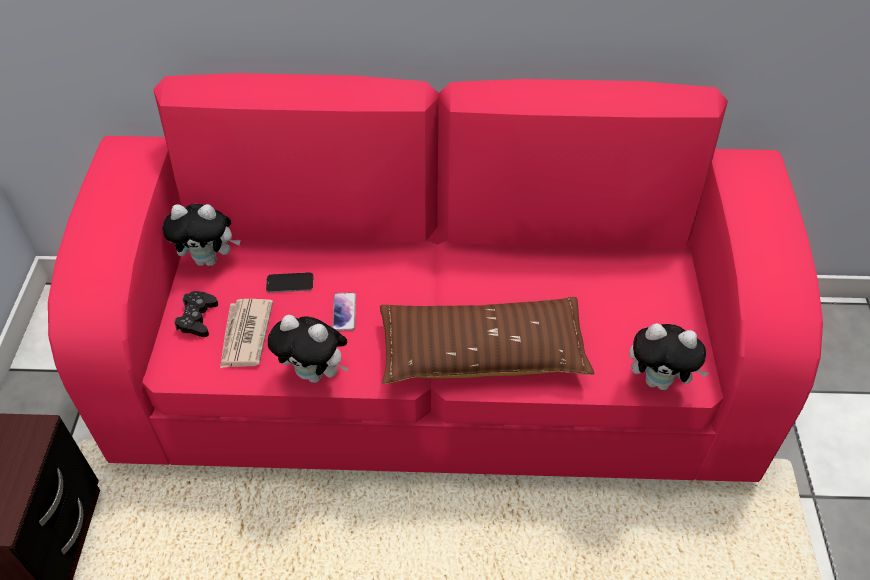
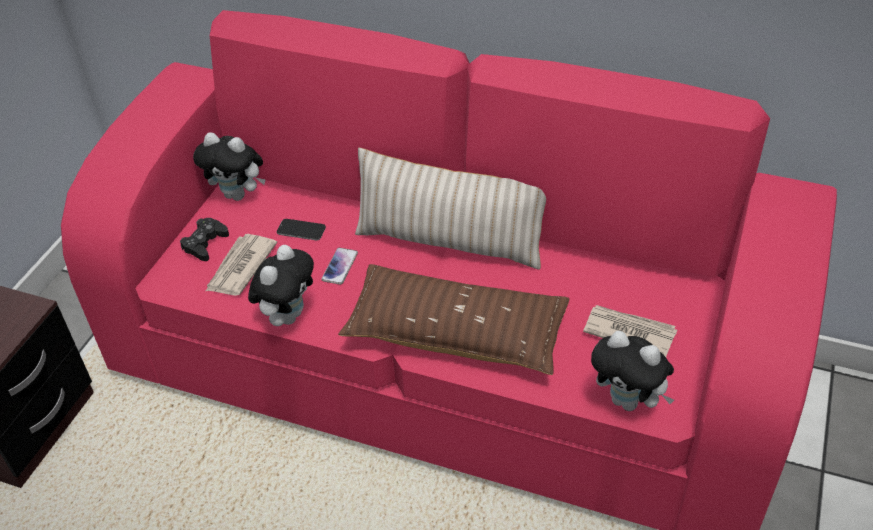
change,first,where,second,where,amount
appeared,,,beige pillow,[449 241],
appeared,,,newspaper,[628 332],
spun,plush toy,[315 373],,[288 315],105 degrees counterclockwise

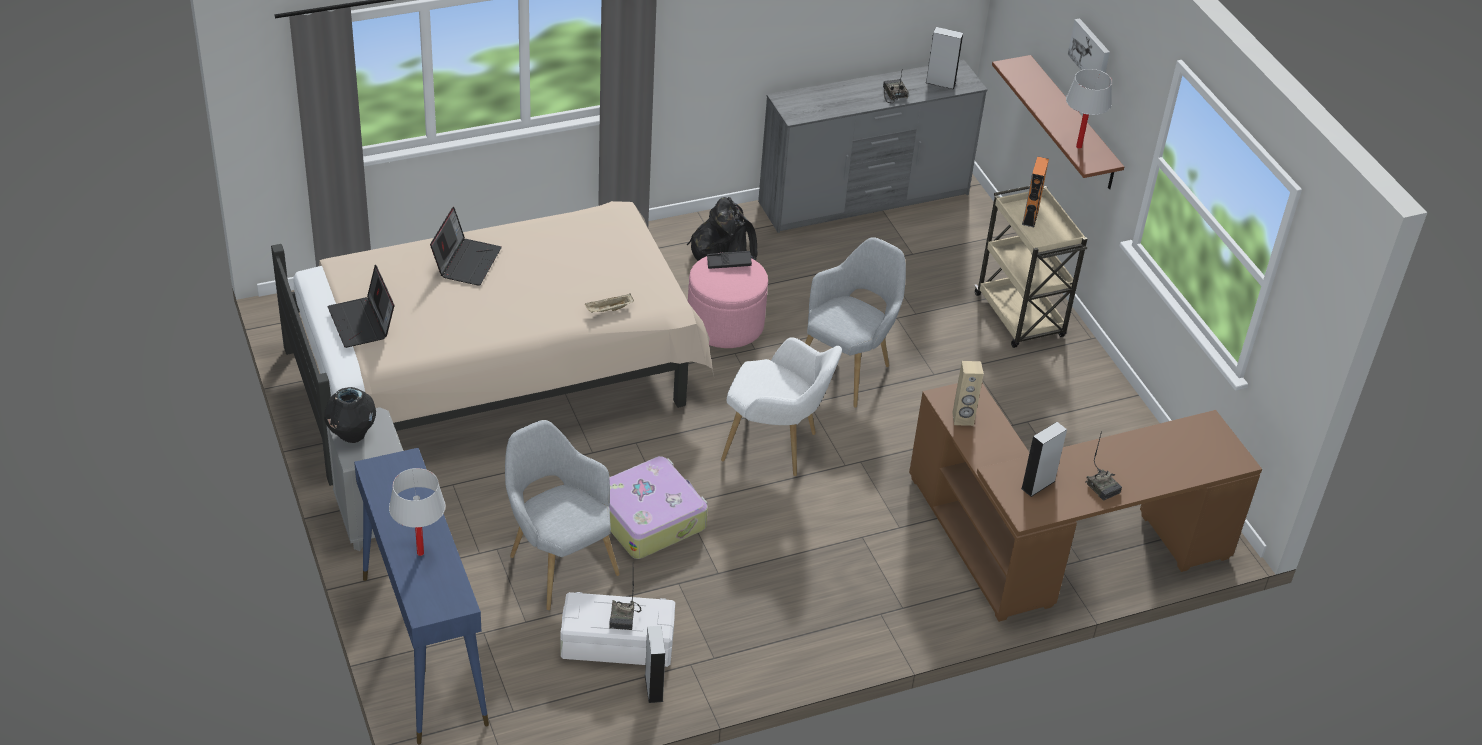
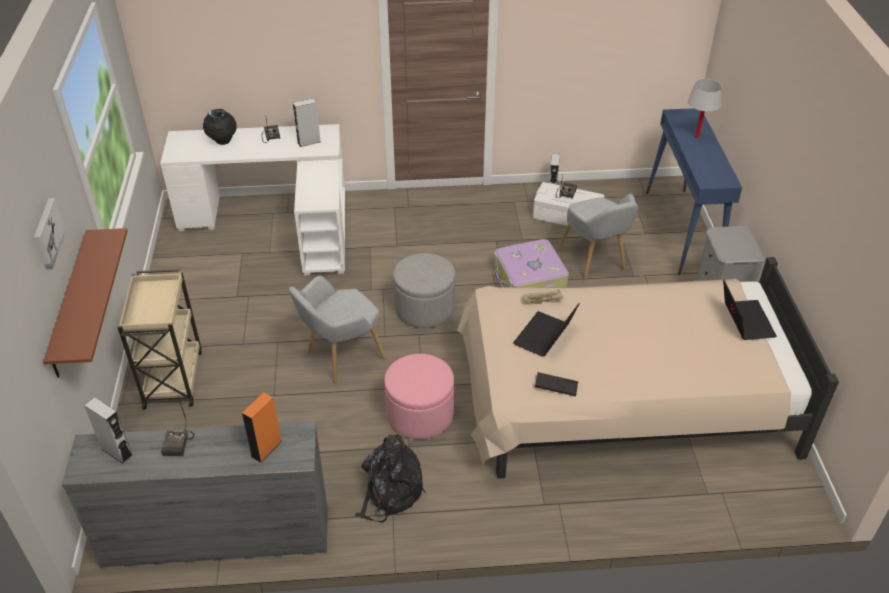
change,first,where,second,where,amount
missing,beige speaker,[963 419],,,
missing,white table lamp,[1078 147],,,
relocated,black vase,[351 434],,[223 141],
relocated,laptop,[466 261],,[545 337],
relocated,black tray,[729 263],,[556 386],
relocated,orange speaker,[1030 217],,[266 449],
exchanged,white armchair,[776 447],grey ottoman,[424 308],
colour,brown desk,[1059 547],white desk,[279 221],

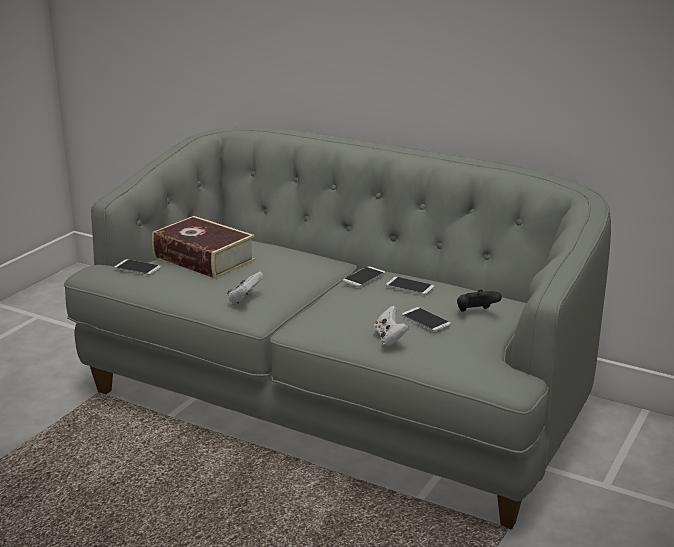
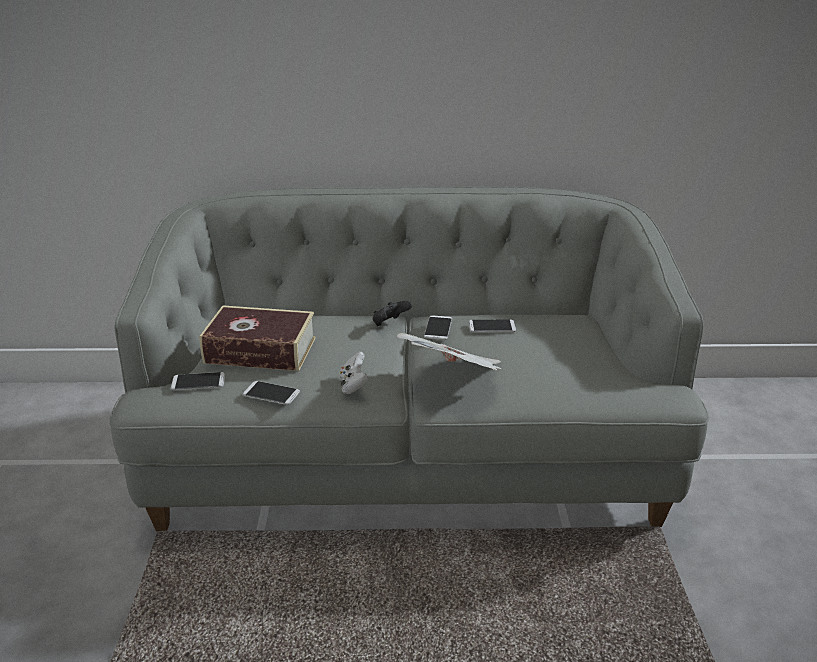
change,first,where,second,where,amount
missing,white game controller,[389 338],,,
appeared,,,newspaper,[453 376],
relocated,phone,[426 320],,[271 393],
relocated,black game controller,[476 313],,[390 324],

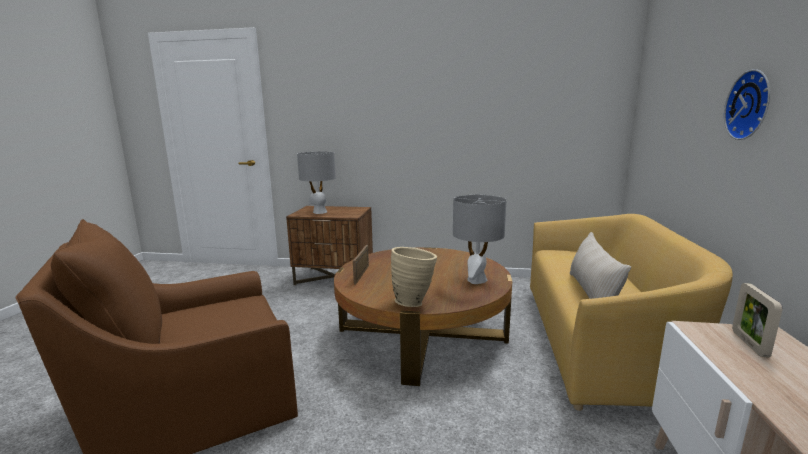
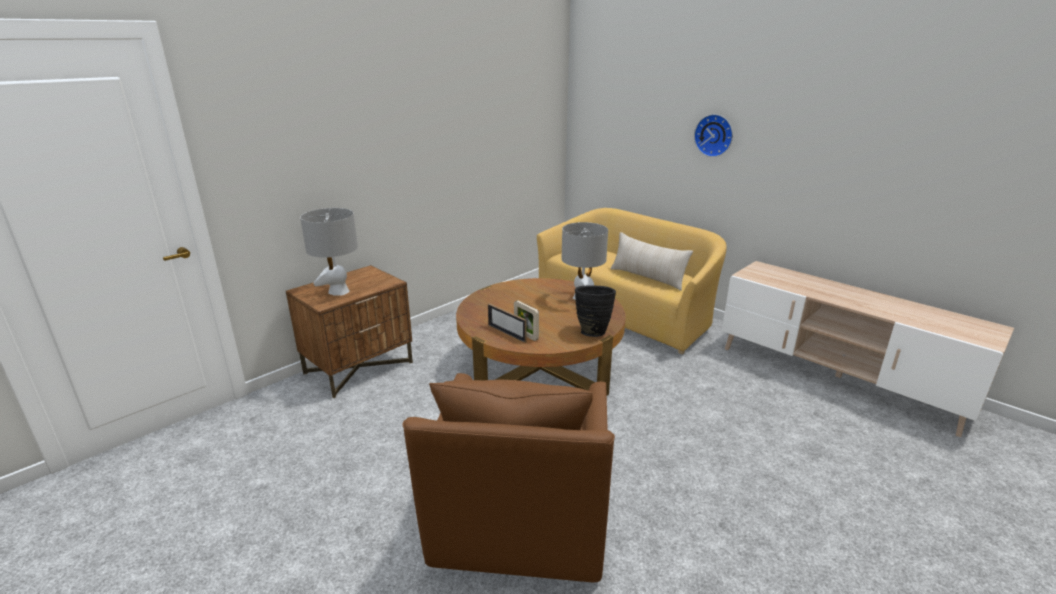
change,first,where,second,where,amount
relocated,picture frame,[749 344],,[526 335],
colour,beige vase,[414 302],black vase,[592 331],

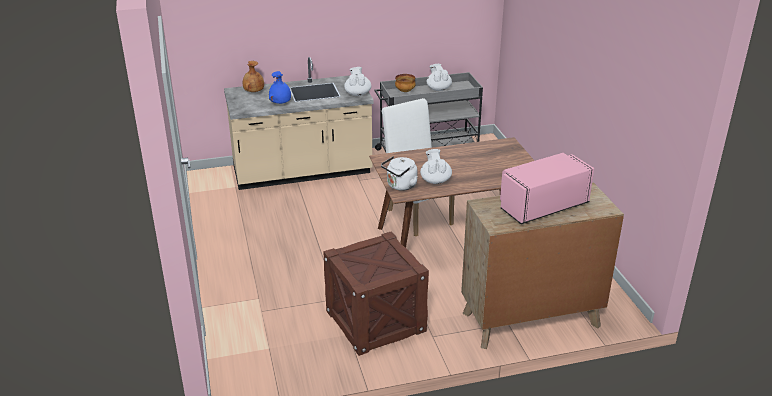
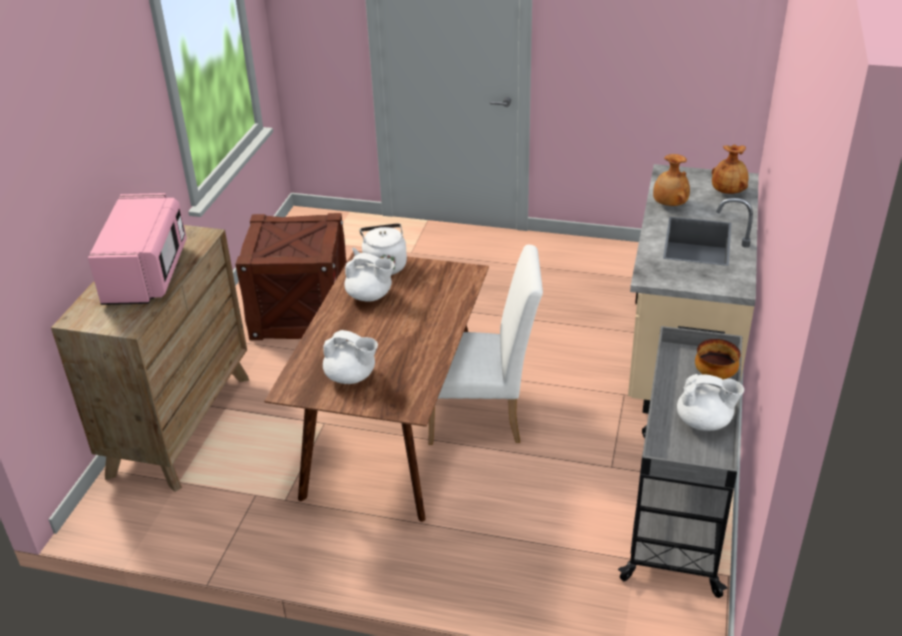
change,first,where,second,where,amount
relocated,white teapot,[357 93],,[351 377],
colour,blue vase,[280 103],brown vase,[669 204],

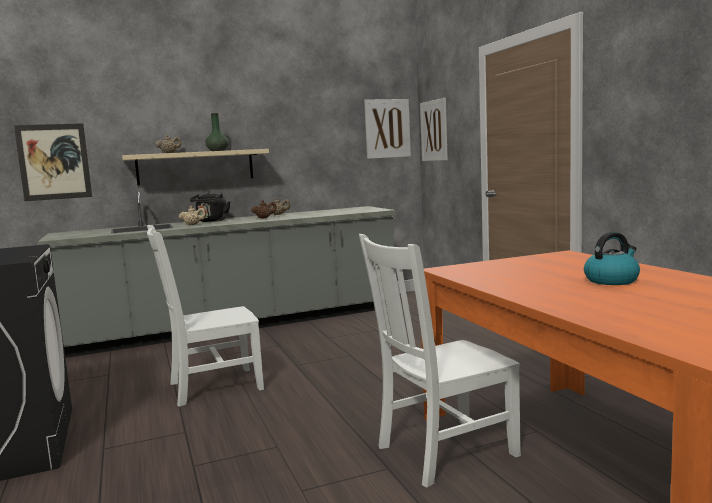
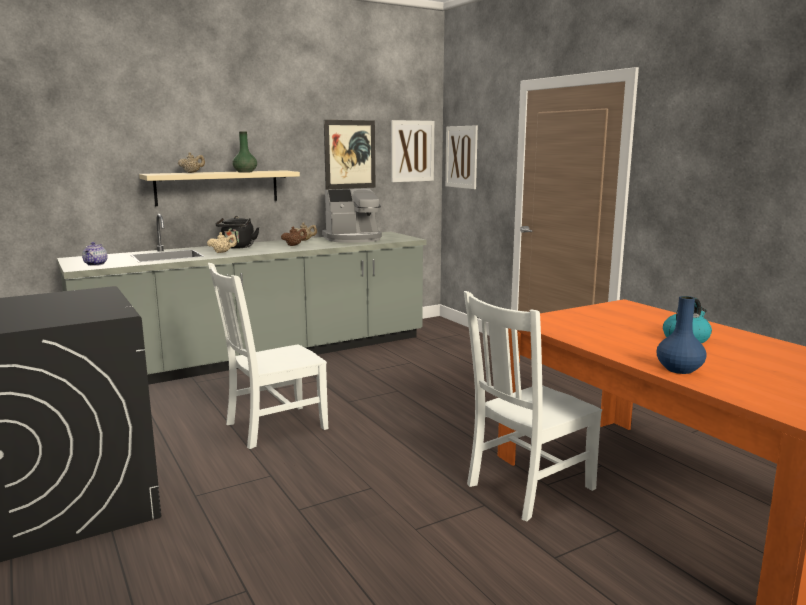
change,first,where,second,where,amount
appeared,,,teapot,[96 264],
appeared,,,coffee machine,[353 239],
appeared,,,blue vase,[678 369],
relocated,picture,[54 162],,[350 154],

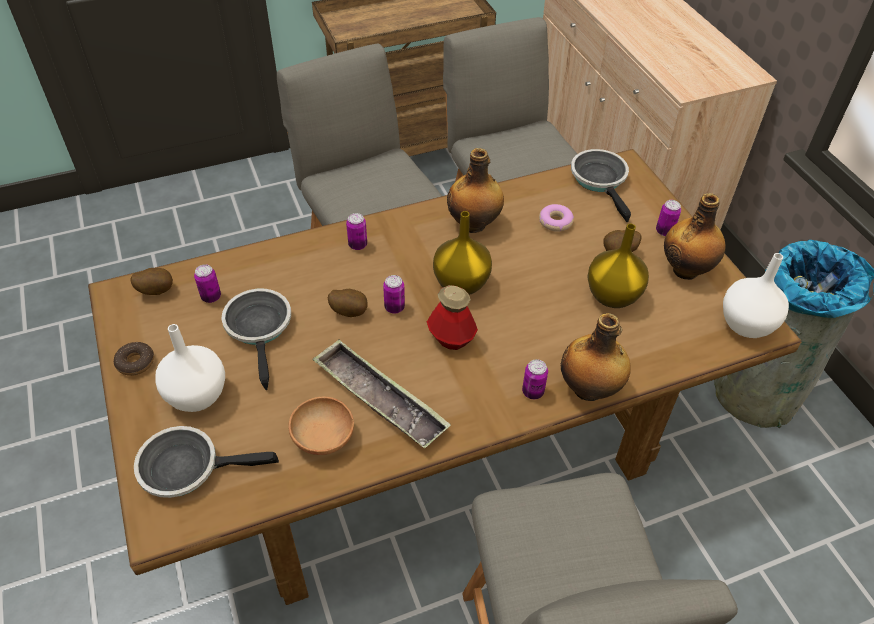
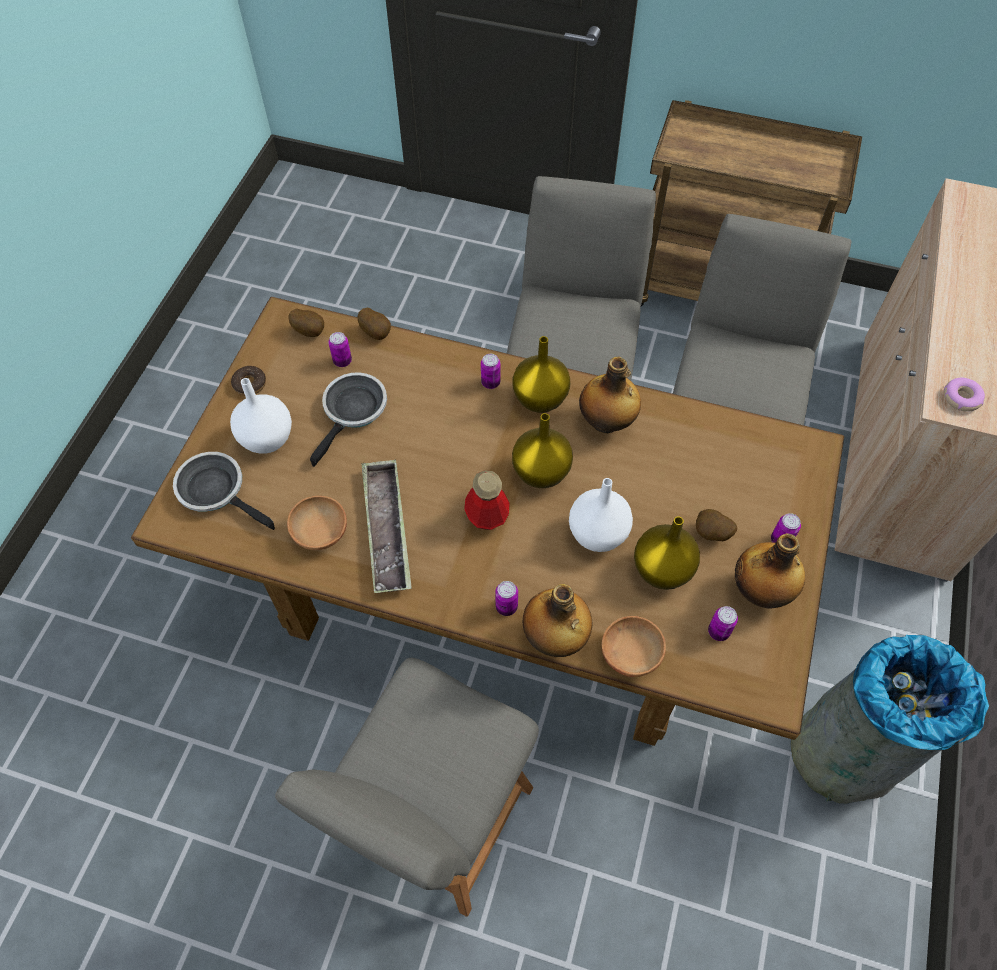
change,first,where,second,where,amount
missing,frying pan,[600 180],,,
appeared,,,yellow vase,[539 400],
appeared,,,brown bowl,[629 653],
relocated,potato,[349 311],,[376 332],
relocated,can,[394 307],,[718 631],
relocated,donut,[555 222],,[961 398],
relocated,white vase,[747 324],,[599 534],

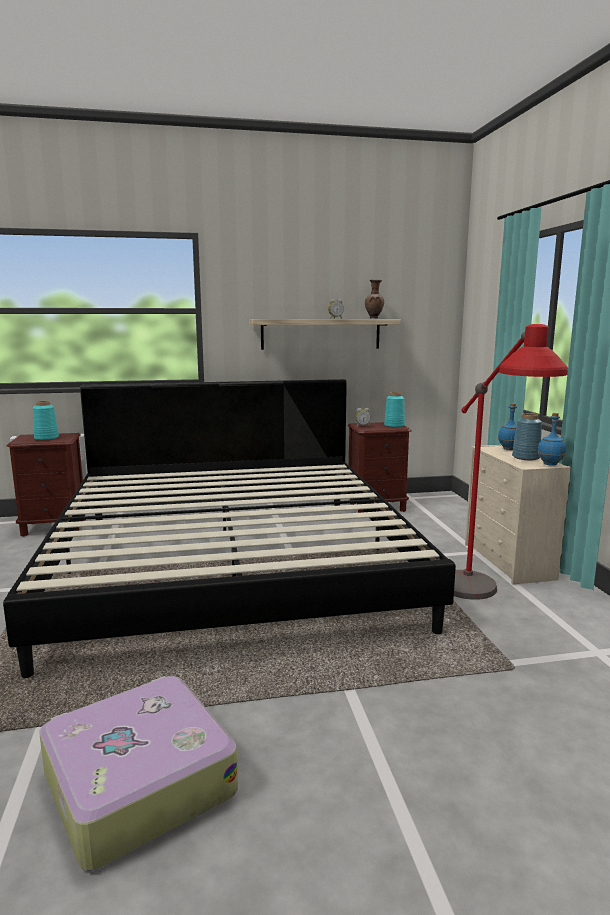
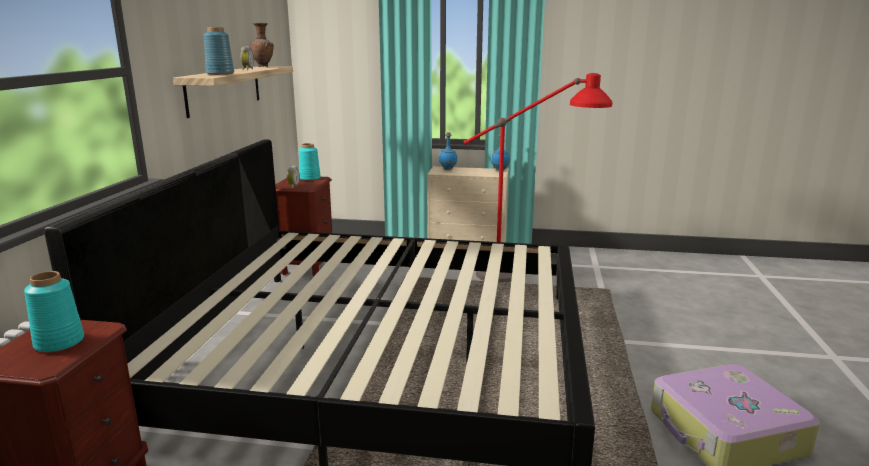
change,first,where,second,where,amount
relocated,blue vase,[525 457],,[220 74],

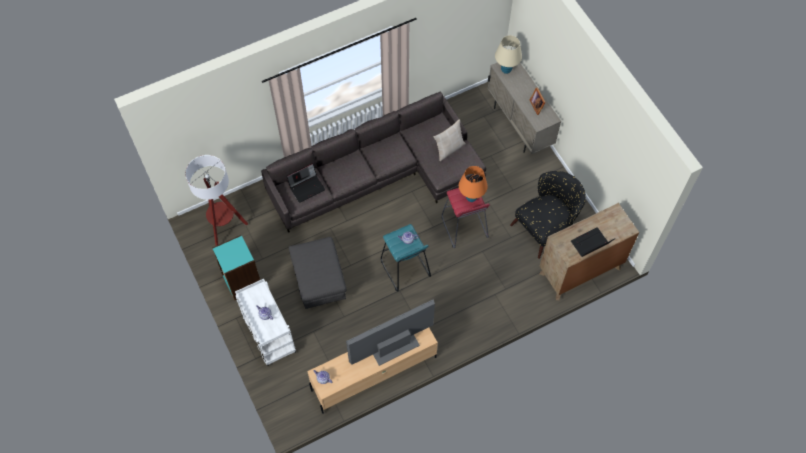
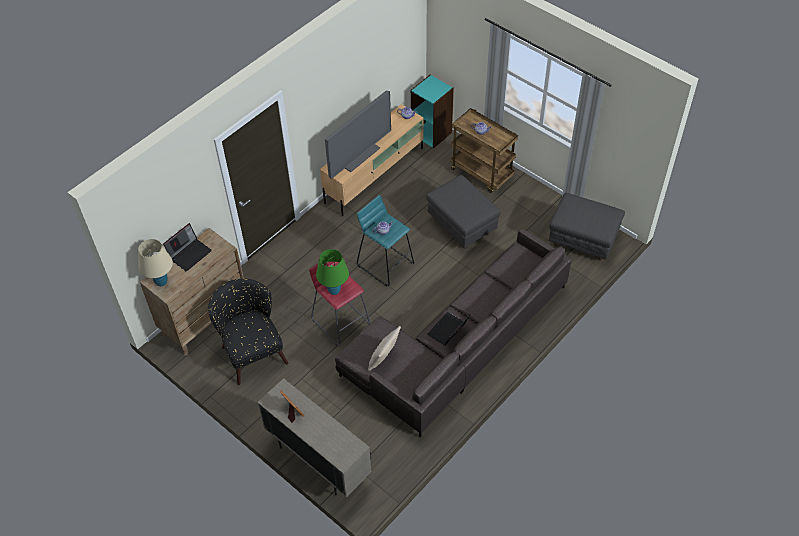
change,first,where,second,where,amount
relocated,turquoise bookcase,[242 281],,[432 133],
relocated,laptop,[307 187],,[448 331],
relocated,beige table lamp,[506 70],,[161 281],
exchanged,floor lamp,[225 229],grey ottoman,[582 241],
colour,white cart,[269 335],brown cart,[482 173],
colour,orange table lamp,[471 197],green table lamp,[334 290],
spun,black armchair,[546 228],,[252 350],120 degrees clockwise

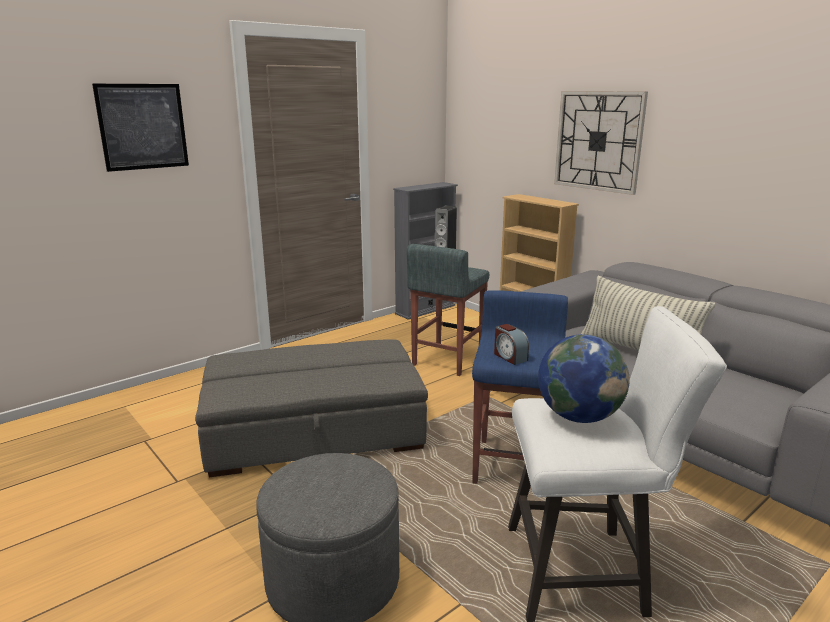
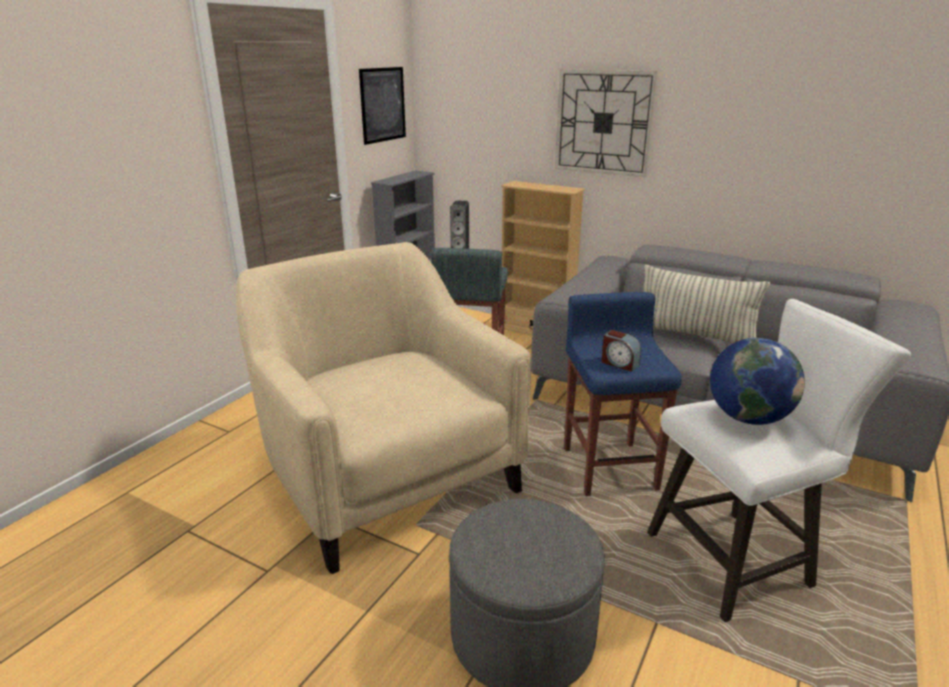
change,first,where,second,where,amount
relocated,picture,[143 127],,[383 105],
exchanged,grey ottoman,[314 430],beige armchair,[385 473],

